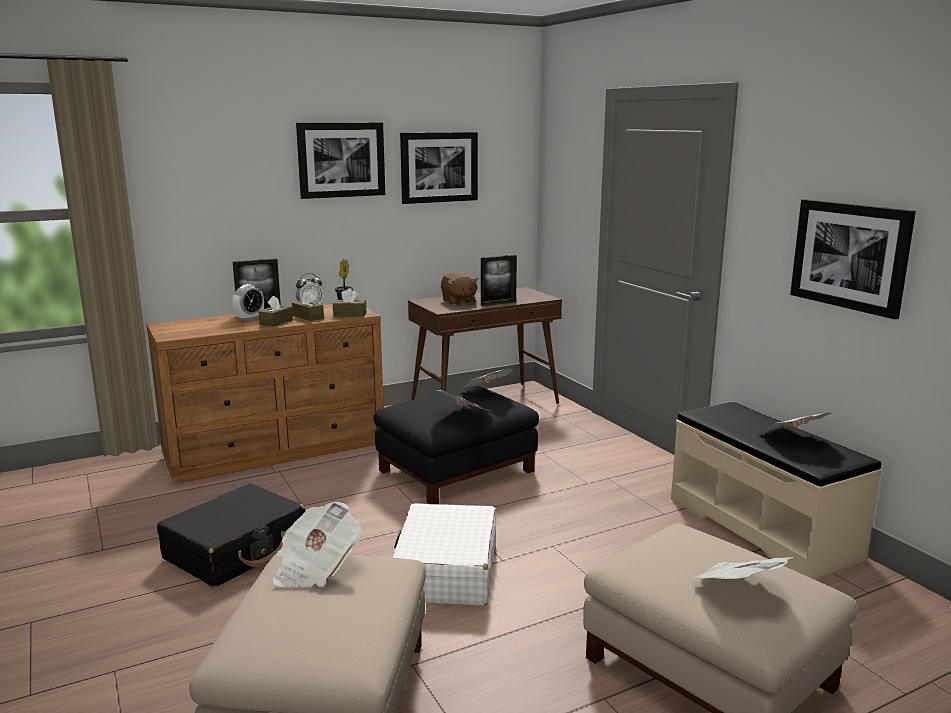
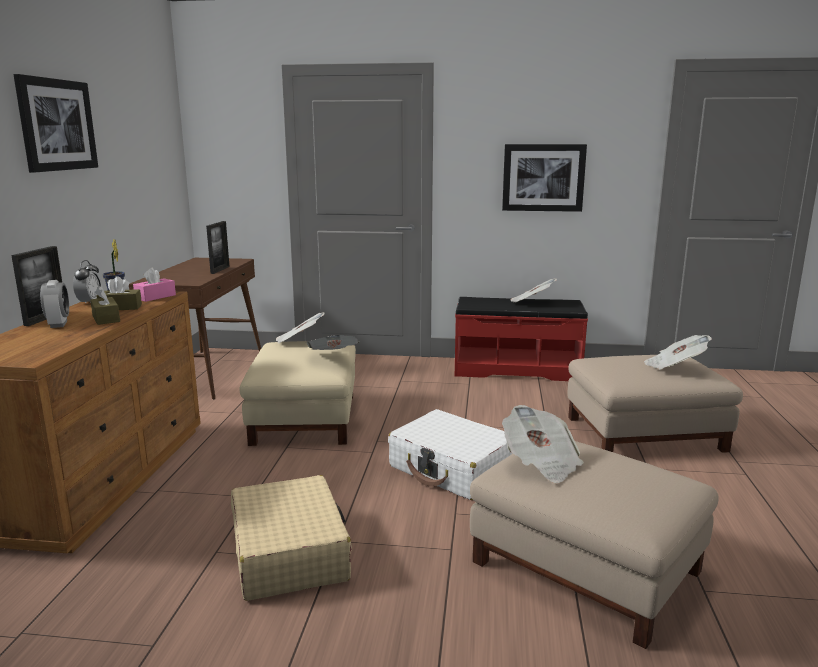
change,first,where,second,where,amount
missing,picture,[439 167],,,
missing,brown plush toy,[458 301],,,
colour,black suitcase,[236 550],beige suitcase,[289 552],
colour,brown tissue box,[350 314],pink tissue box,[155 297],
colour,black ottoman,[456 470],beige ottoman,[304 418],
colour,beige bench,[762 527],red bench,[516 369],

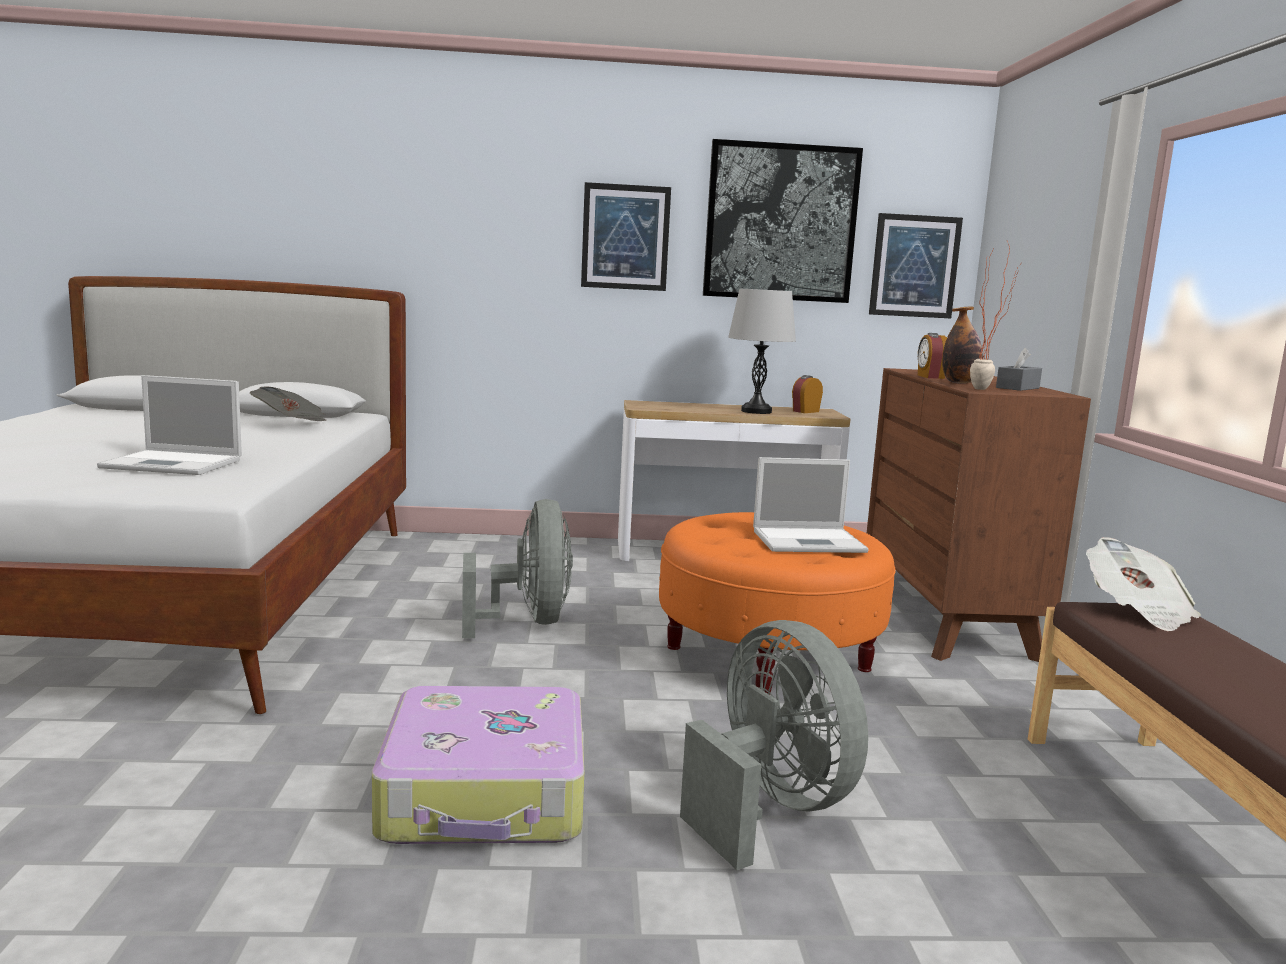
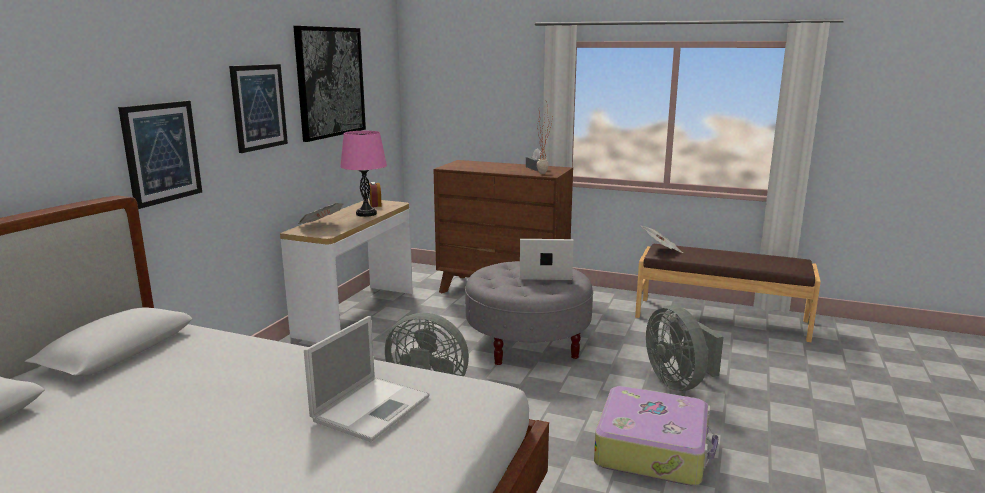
change,first,where,second,where,amount
missing,alarm clock,[930 377],,,
missing,bottle,[960 383],,,
relocated,newspaper,[292 425],,[321 226],
relocated,picture,[914 266],,[161 152],
colour,orange ottoman,[768 658],grey ottoman,[527 343],
colour,grey table lamp,[756 411],pink table lamp,[366 214],
spun,grey fan,[769 807],,[679 382],105 degrees counterclockwise
spun,laptop,[810 541],,[543 273],105 degrees counterclockwise

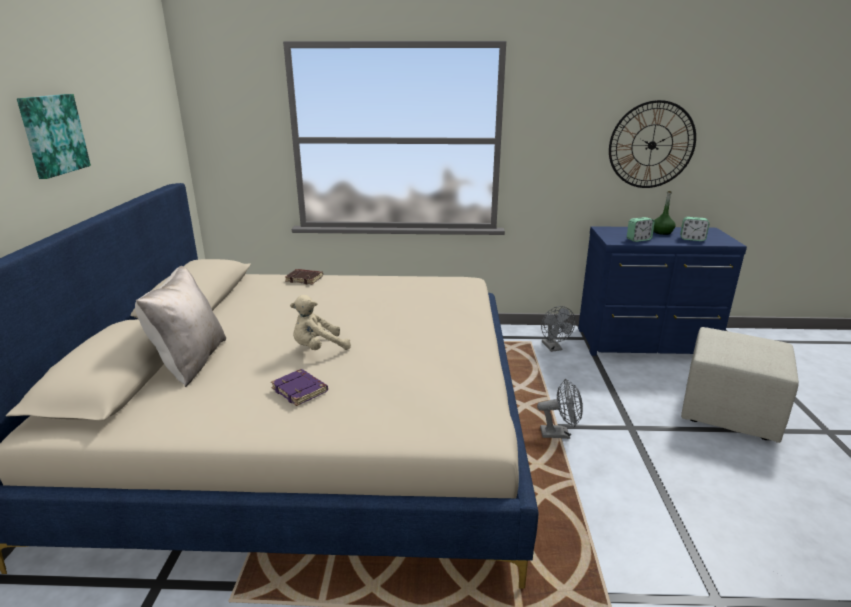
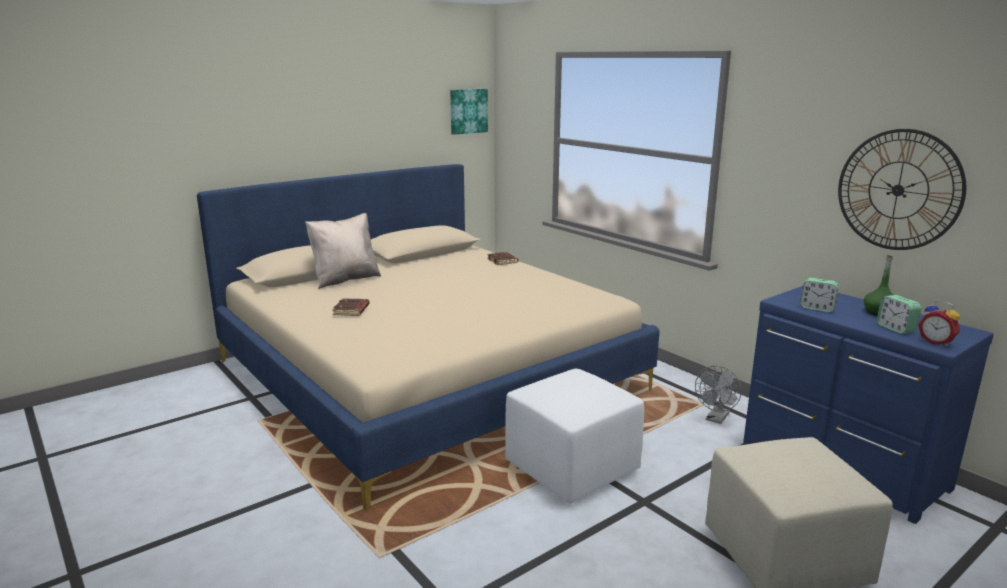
change,first,where,second,where,amount
missing,beige plush toy,[318 348],,,
appeared,,,alarm clock,[936 342],
relocated,picture,[52 135],,[468 111],
exchanged,grey fan,[559 433],white ottoman,[572 468],
colour,purple book,[301 390],brown book,[352 310],

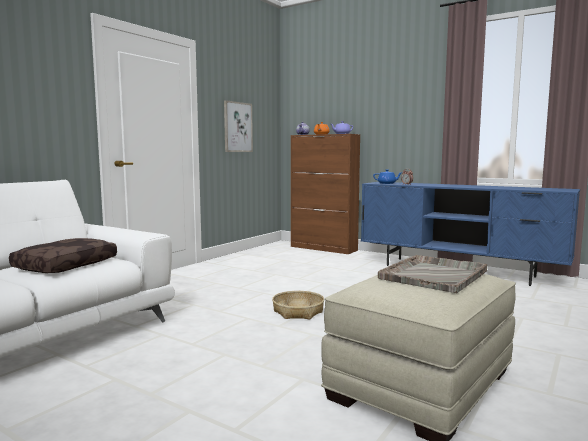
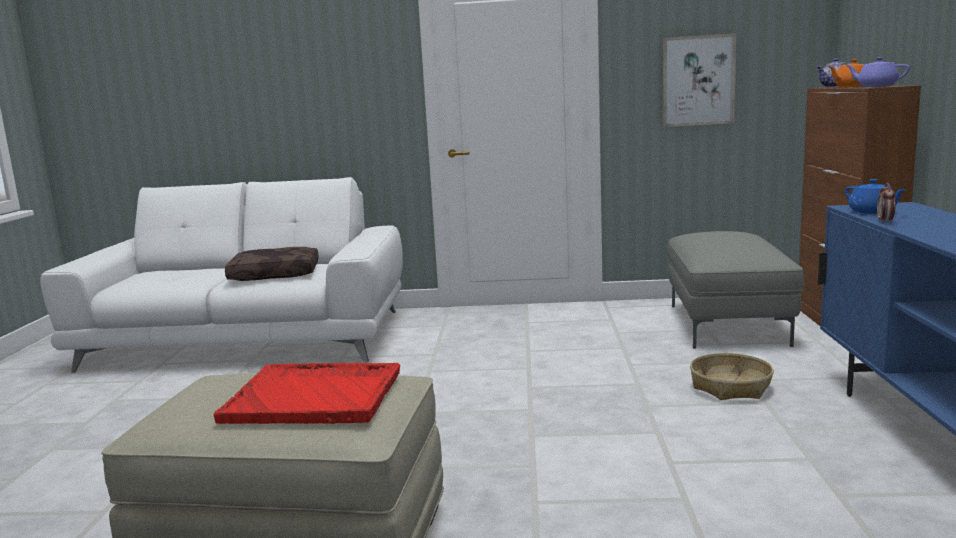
change,first,where,second,where,amount
appeared,,,grey ottoman,[728 325],
relocated,basket,[298 312],,[730 387],
colour,grey tray,[434 275],red tray,[315 397],

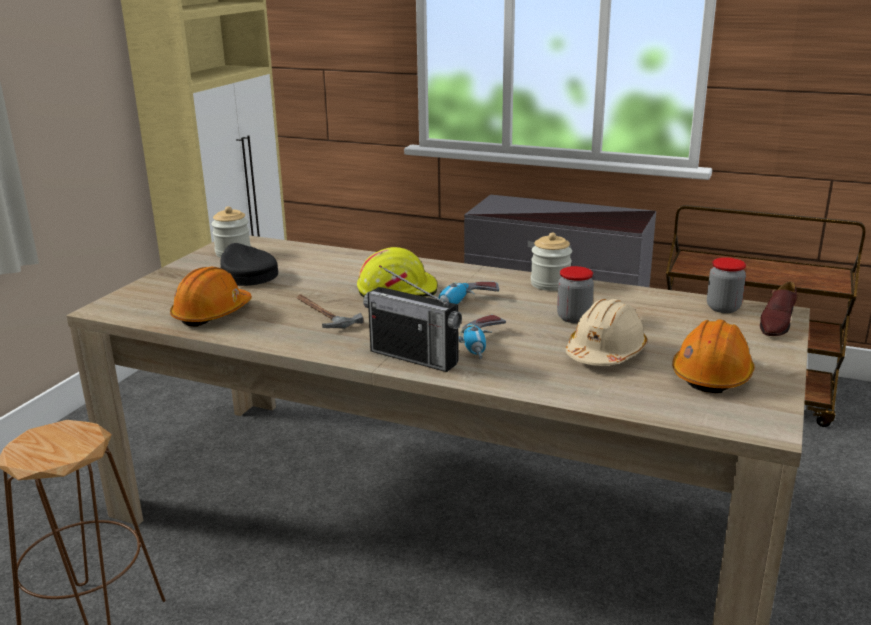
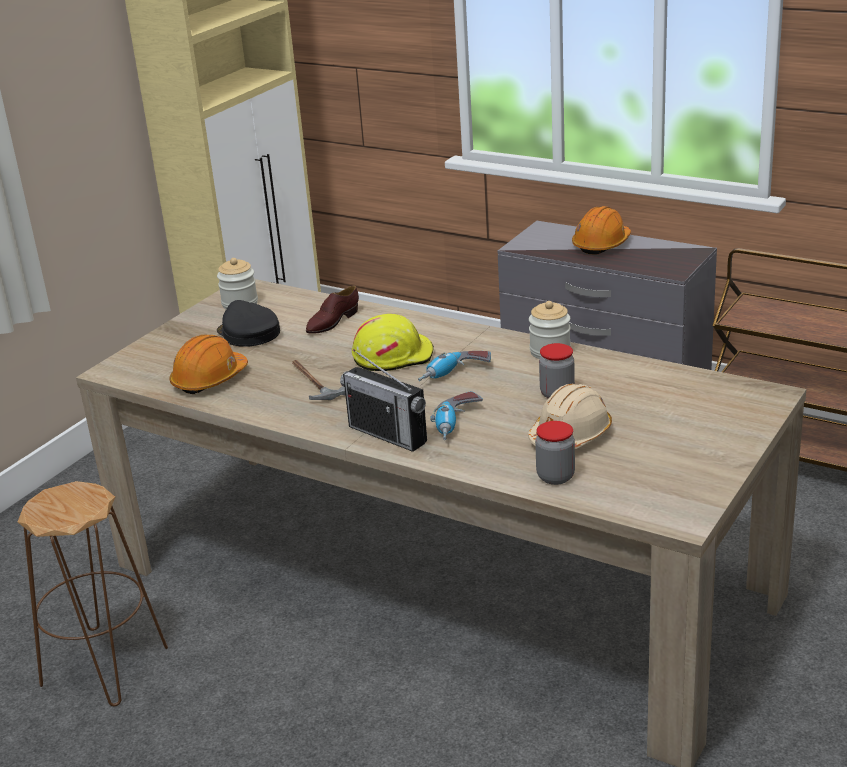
change,first,where,second,where,amount
relocated,orange hard hat,[712 375],,[601 244],
relocated,jar,[723 308],,[555 477],
relocated,brown shoe,[776 323],,[332 322],

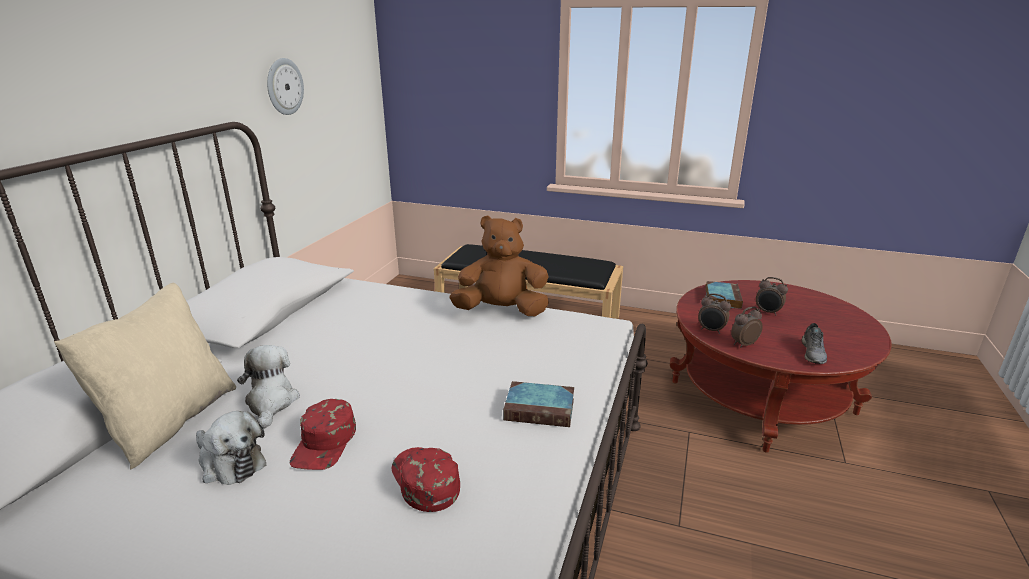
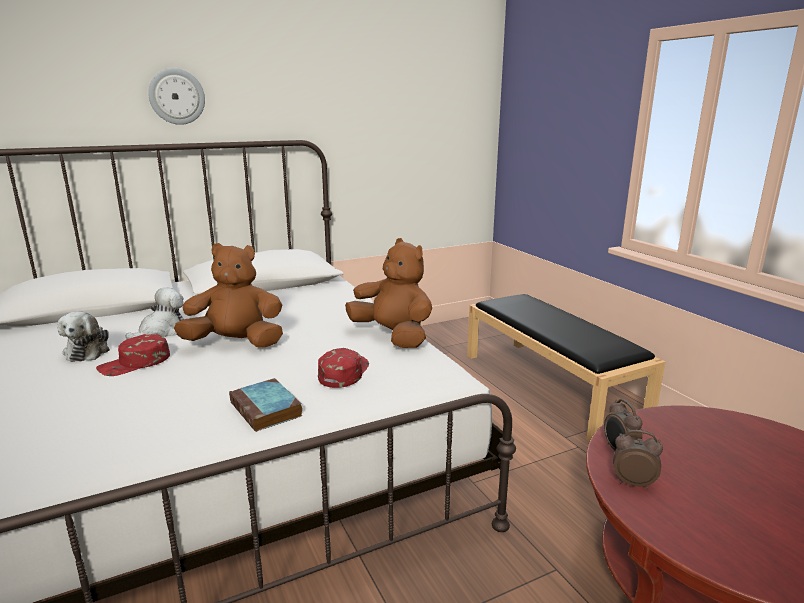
change,first,where,second,where,amount
missing,beige pillow,[169 421],,,
missing,book,[722 298],,,
missing,alarm clock,[767 312],,,
missing,grey shoe,[813 353],,,
appeared,,,brown plush toy,[236 343],
relocated,wall clock,[284 86],,[177 96],
relocated,red cap,[424 480],,[343 372],

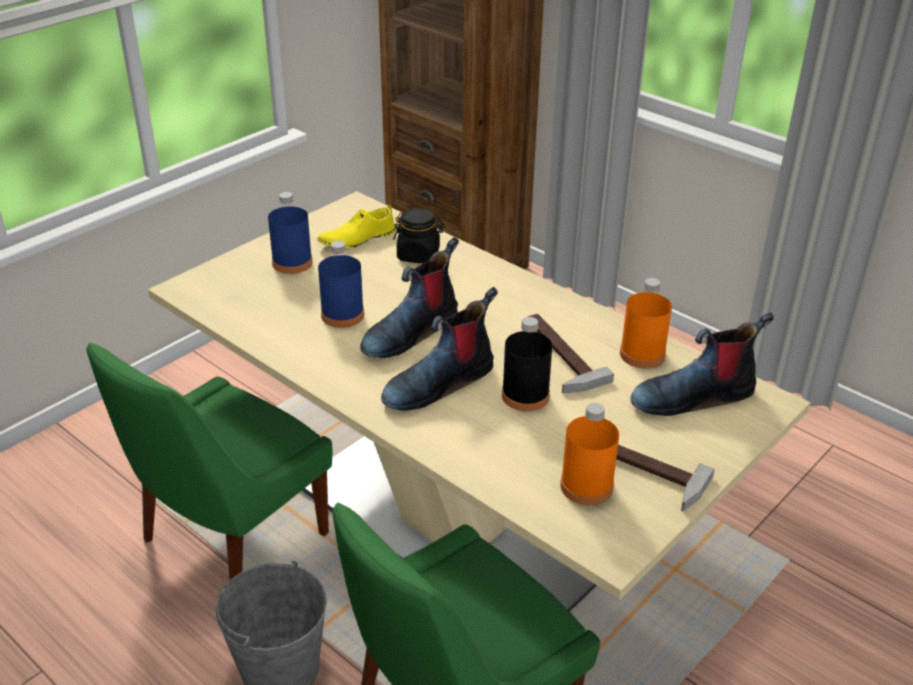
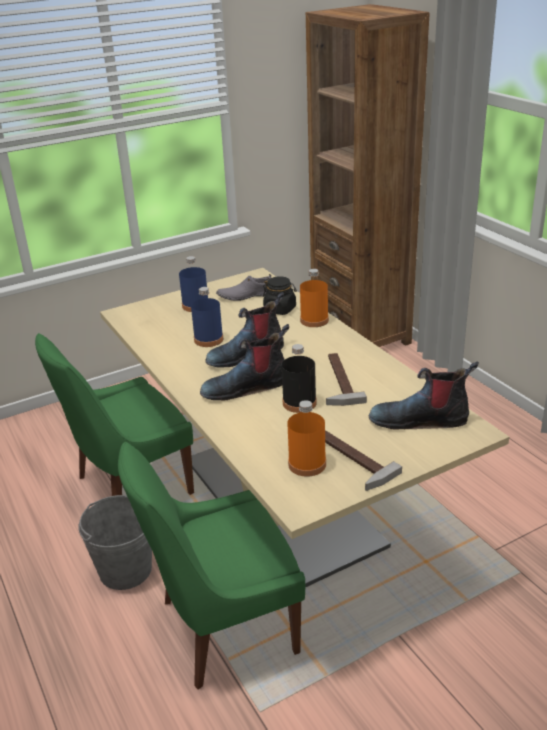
change,first,where,second,where,amount
relocated,orange bottle,[642 354],,[314 320],
colour,yellow shoe,[357 239],grey shoe,[245 295],

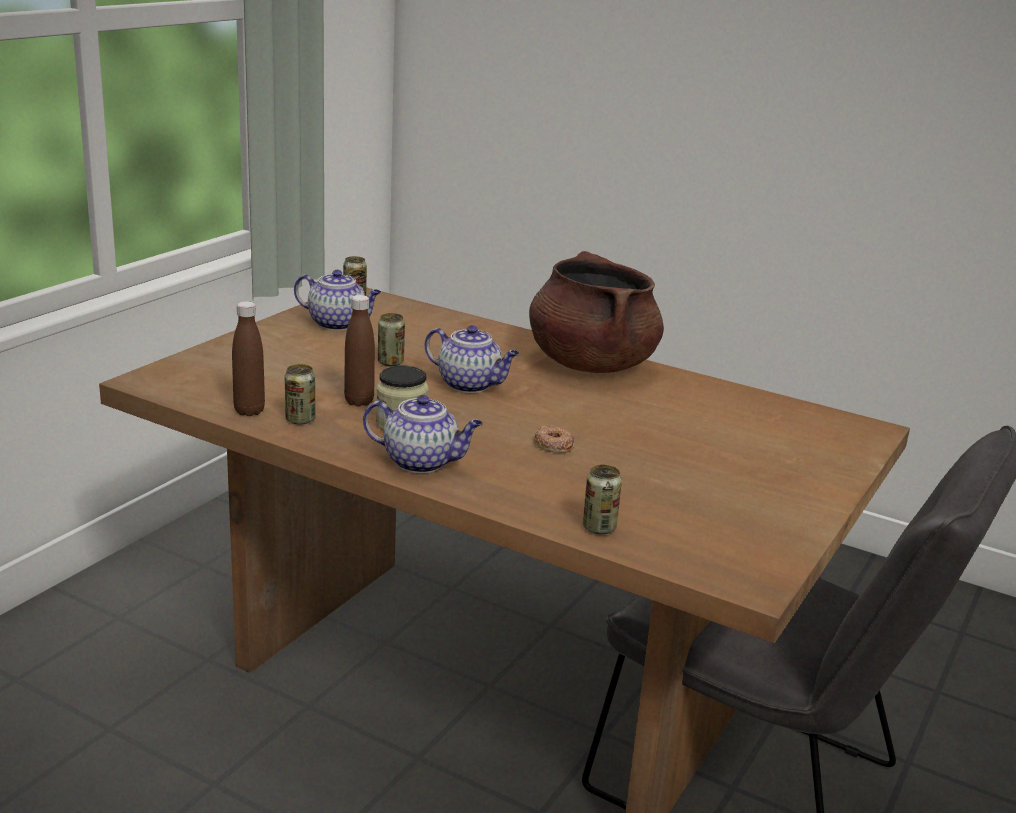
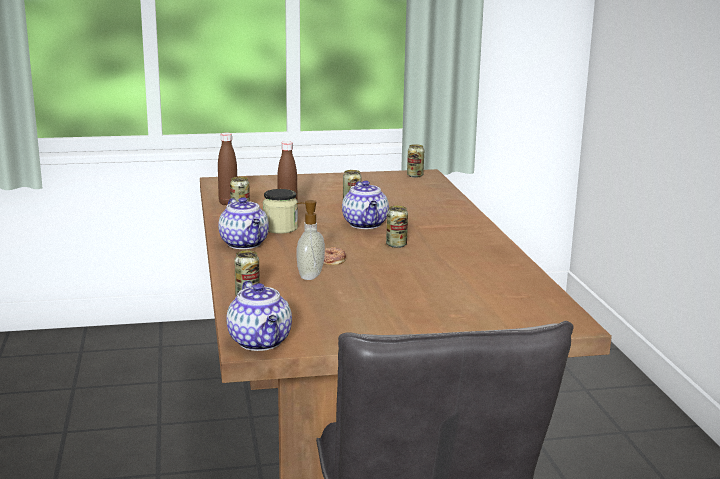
change,first,where,second,where,amount
missing,brown cooking pot,[591 364],,,
appeared,,,soap dispenser,[309 276],
appeared,,,can,[396 245],
relocated,teapot,[338 324],,[261 342],

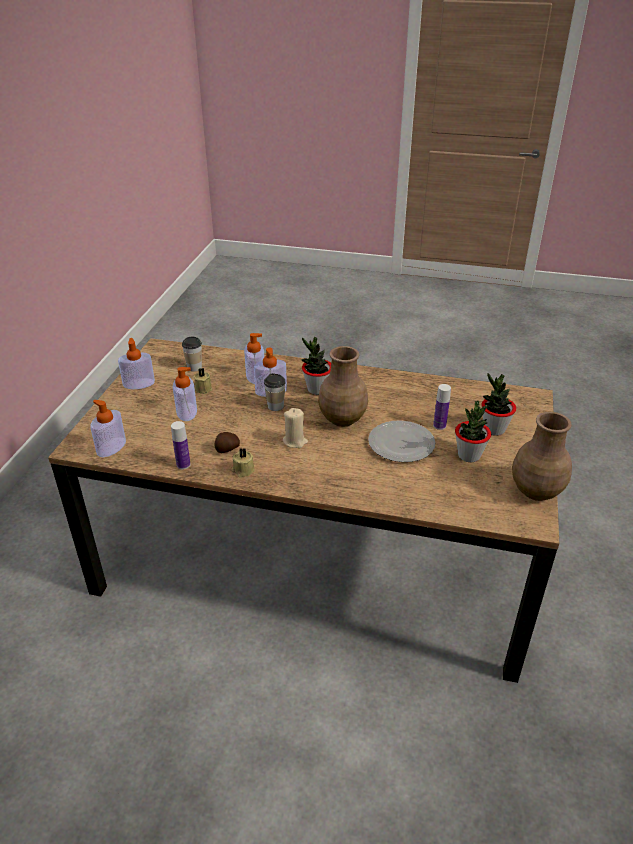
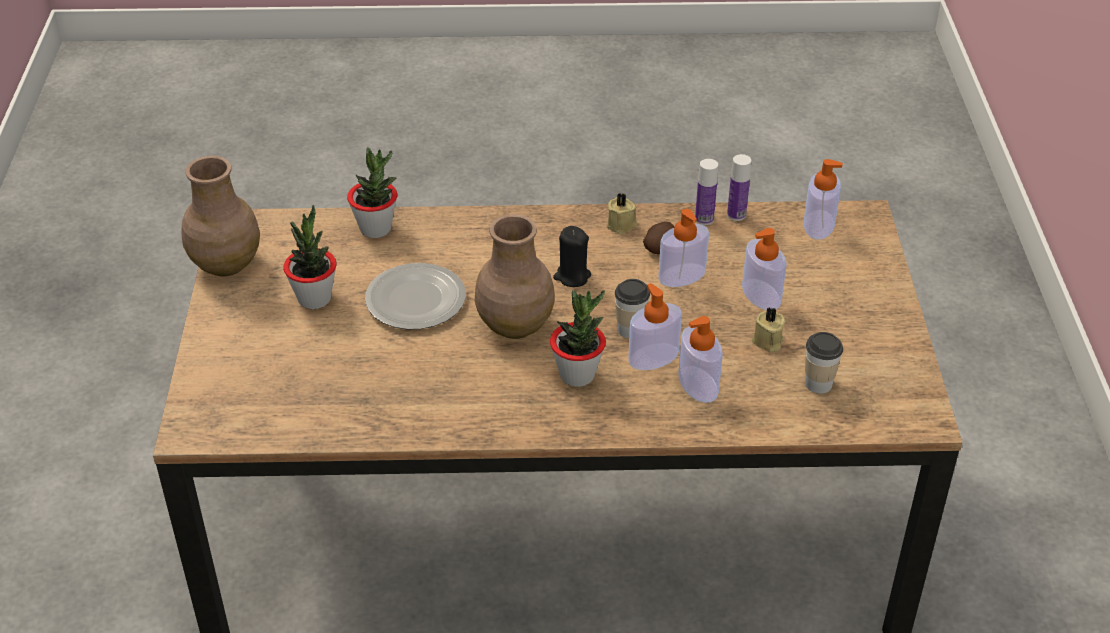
change,first,where,second,where,amount
relocated,soap dispenser,[139 384],,[682 275],
relocated,bottle,[439 425],,[736 215],
relocated,potted plant,[494 429],,[376 229],
colour,beige candle,[295 441],black candle,[572 276],

